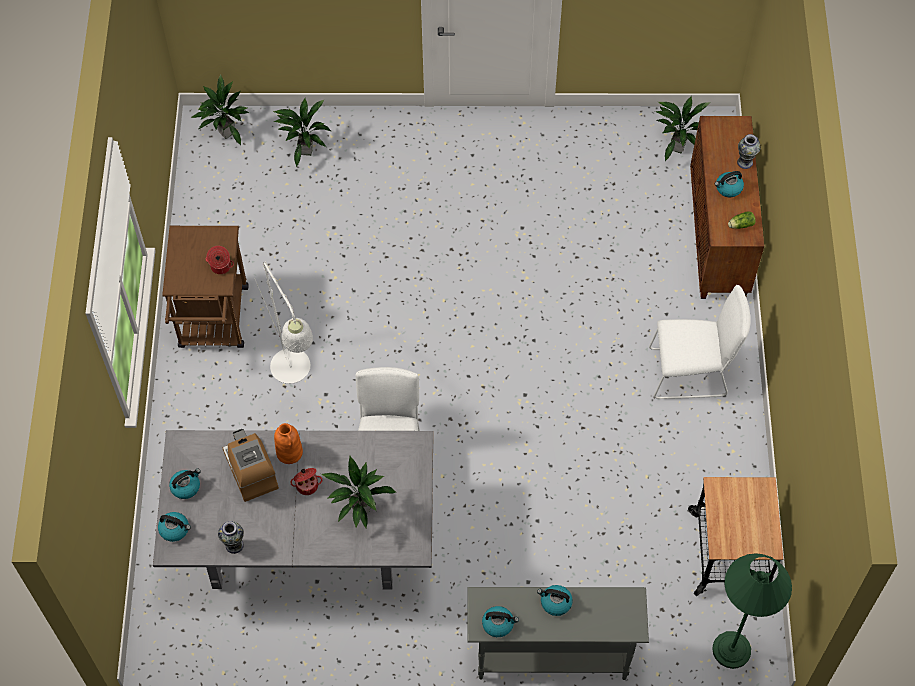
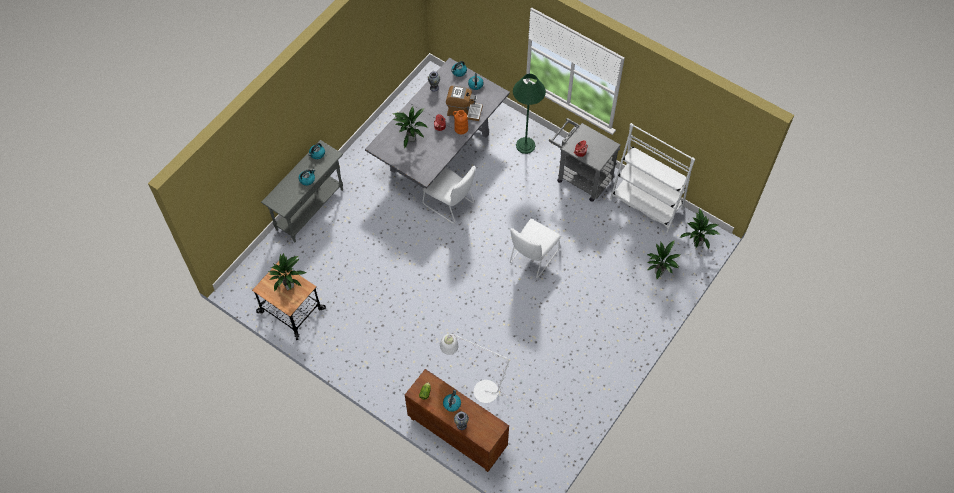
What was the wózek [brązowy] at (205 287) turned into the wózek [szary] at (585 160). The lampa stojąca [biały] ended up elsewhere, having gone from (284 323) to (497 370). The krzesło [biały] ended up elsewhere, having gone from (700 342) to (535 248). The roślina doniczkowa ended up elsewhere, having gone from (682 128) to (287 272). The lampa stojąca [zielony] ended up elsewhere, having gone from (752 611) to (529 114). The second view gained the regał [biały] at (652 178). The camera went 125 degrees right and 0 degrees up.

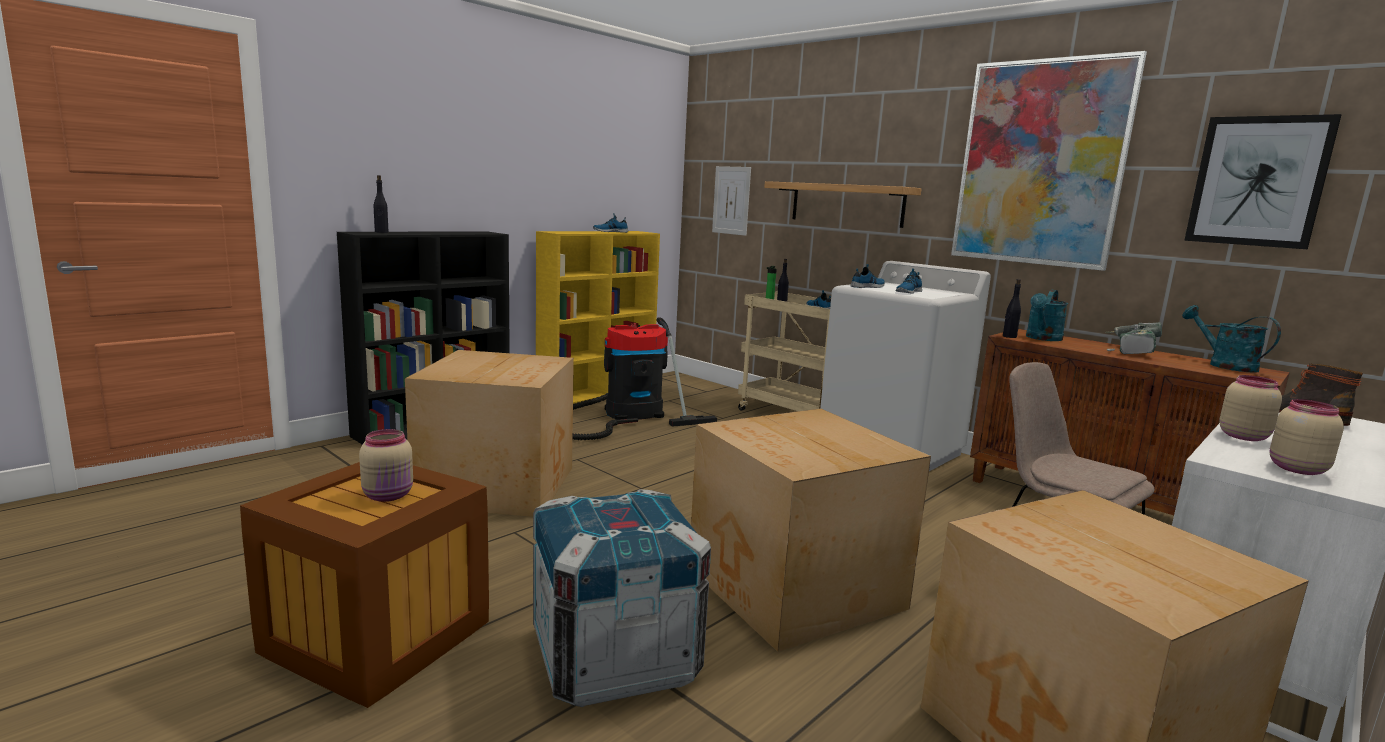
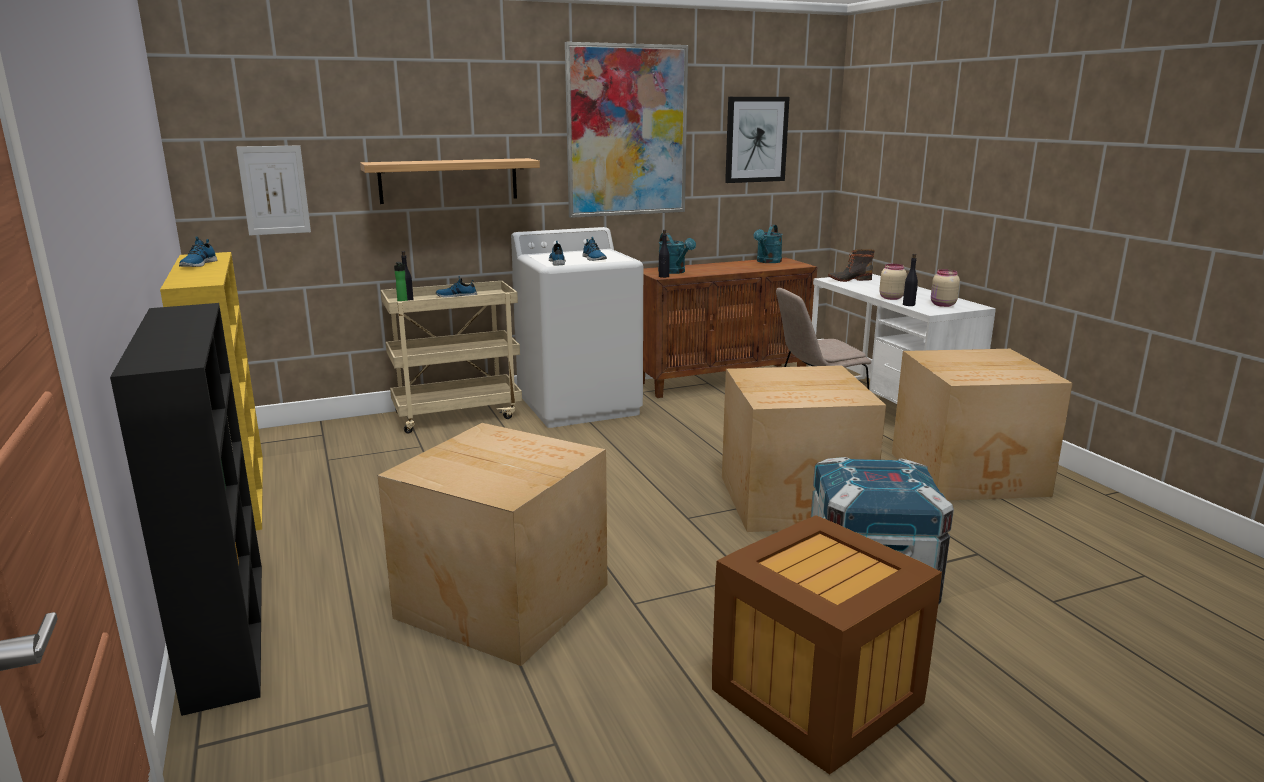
The second view lost the słoik [beżowy] at (386 465). The butelka [czarny] ended up elsewhere, having gone from (381 204) to (910 279). The second view lost the odkurzacz at (645 378). The second view lost the wiertarka at (1133 338). The konewka [turkusowy] at (1231 339) ended up facing another way, 60 degrees counterclockwise from before. The camera went 65 degrees left and 5 degrees up.

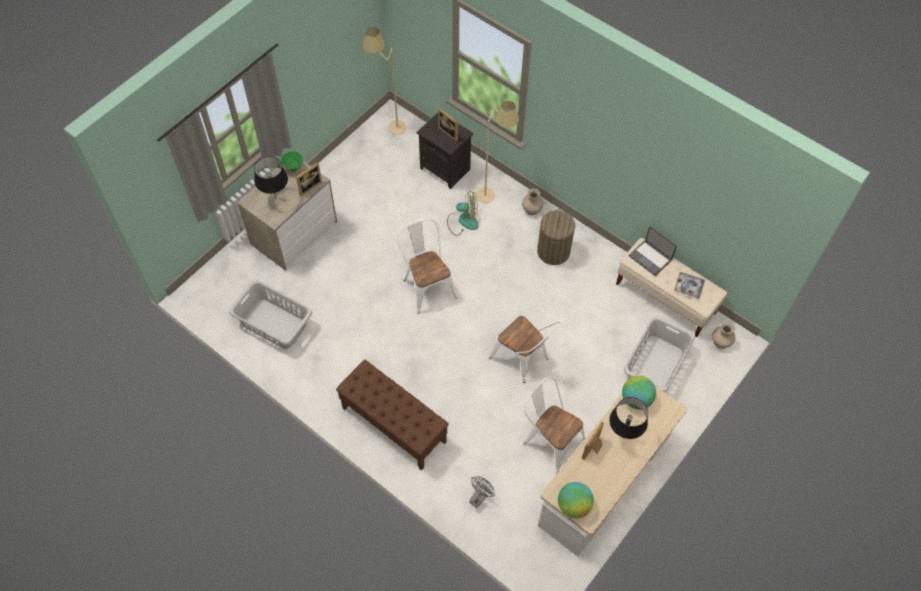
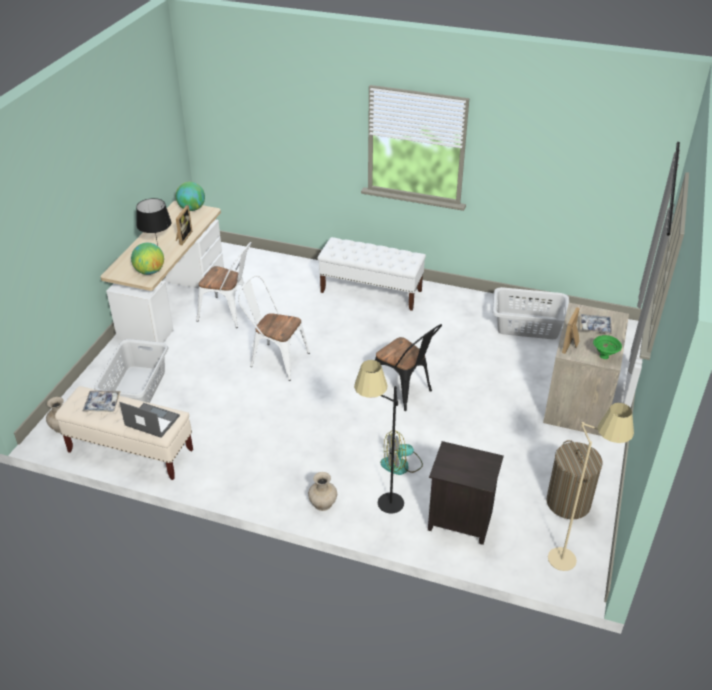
Where the lampa stołowa [czarny] stood at (271 177), the taca came to stand at (596 324). What was the ławka [brązowy] at (392 415) turned into the ławka [biały] at (371 274). What was the krzesło [biały] at (427 266) turned into the krzesło [czarny] at (408 367). The second view lost the ramka na zdjęcie at (448 124). The second view lost the wentylator [szary] at (482 492). What was the lampa stojąca [beżowy] at (497 152) turned into the lampa stojąca [czarny] at (379 436). The kosz na pranie ended up elsewhere, having gone from (556 236) to (574 479). The camera went 160 degrees right and 20 degrees down.

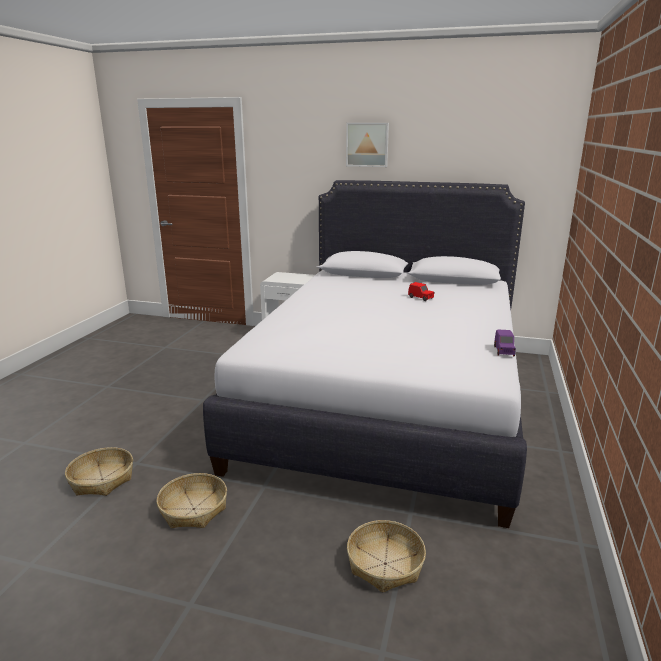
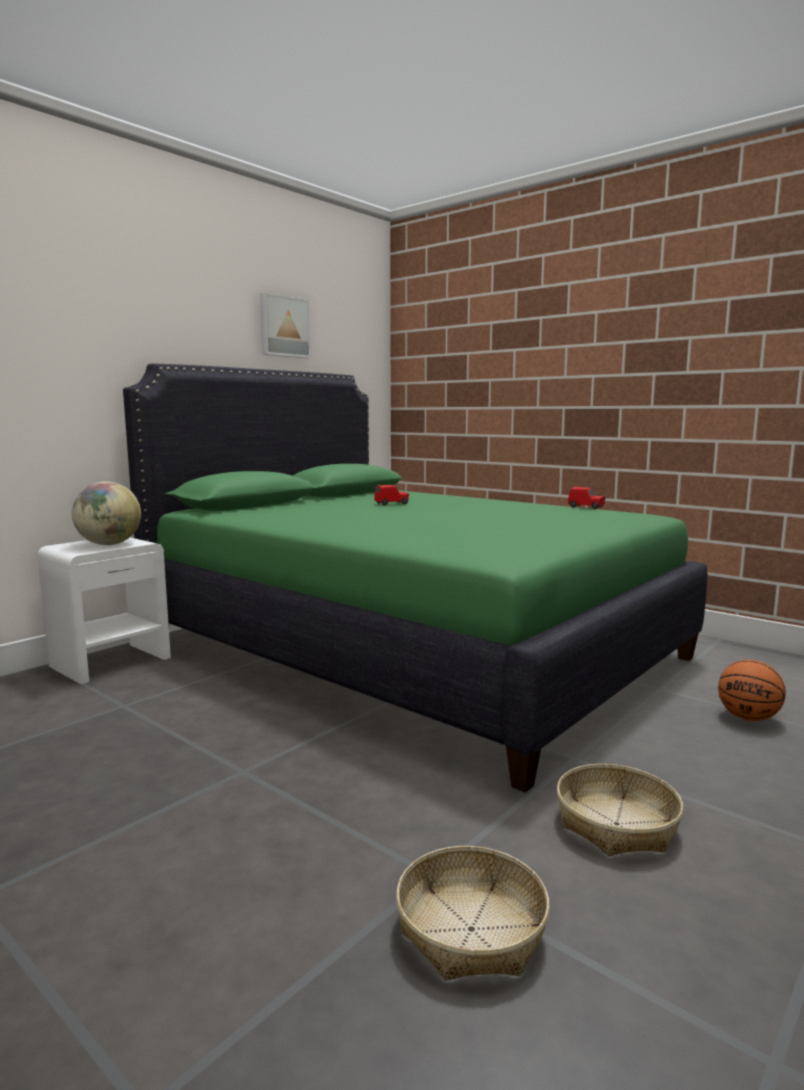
What was the łóżko [biały] at (365 354) turned into the łóżko [zielony] at (415 578). The obraz ended up elsewhere, having gone from (367 145) to (285 325). Where the koszyk stood at (386 556), the piłka do koszykówki came to stand at (752 690). What was the samochodzik [fioletowy] at (505 343) turned into the samochodzik [czerwony] at (587 498). The second view gained the globus at (106 513). The camera went 65 degrees left and 10 degrees down.

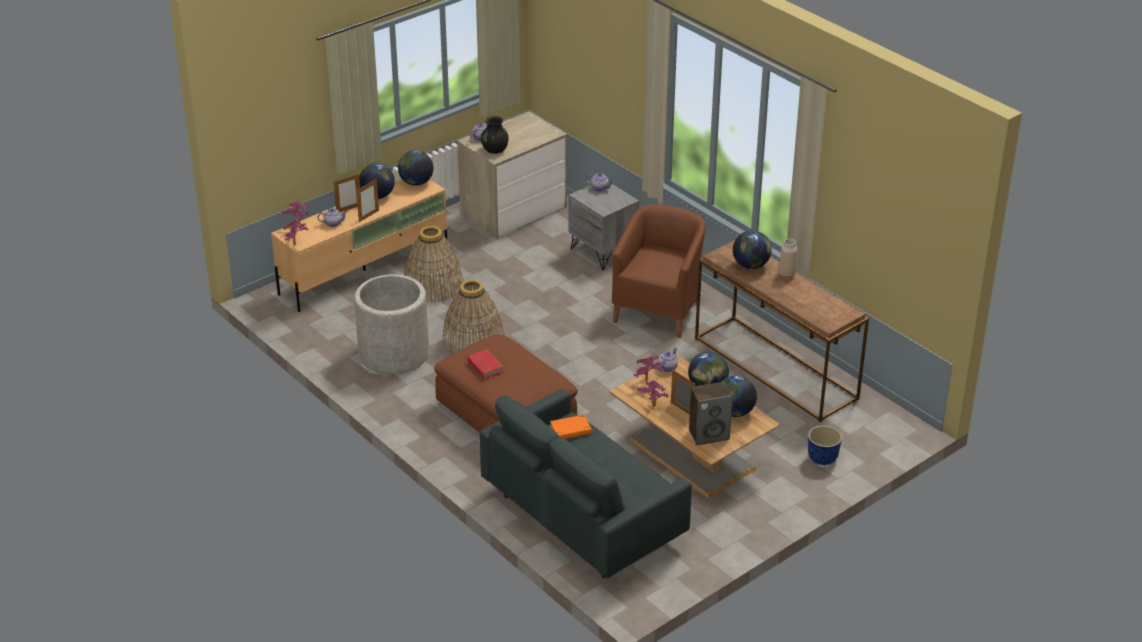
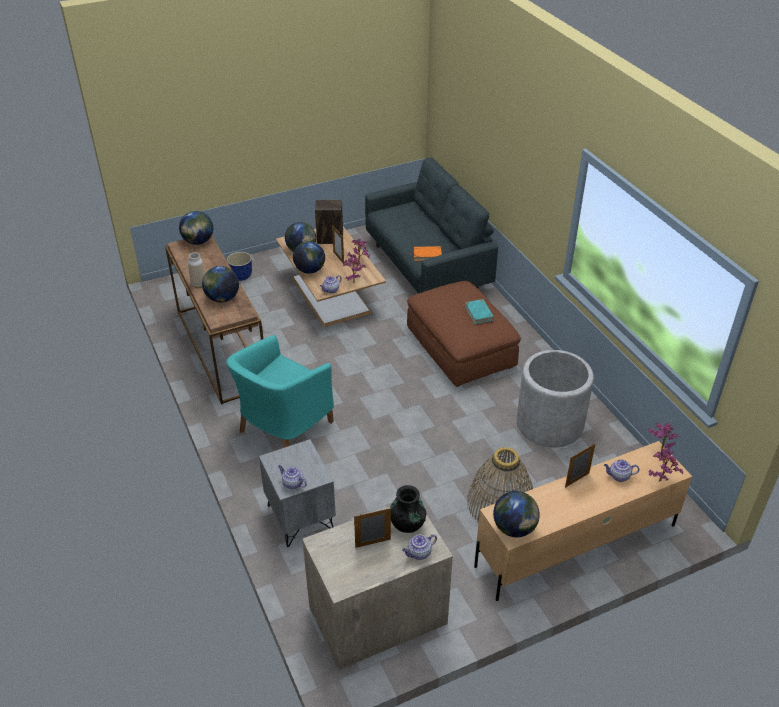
The ramka na zdjęcie ended up elsewhere, having gone from (346 193) to (372 528). The globus ended up elsewhere, having gone from (377 181) to (196 228). The second view lost the koszyk at (473 317). What was the książka [czerwony] at (485 365) turned into the książka [turkusowy] at (479 311). What was the fotel [brązowy] at (659 271) turned into the fotel [turkusowy] at (280 391). The camera went 165 degrees left and 5 degrees up.

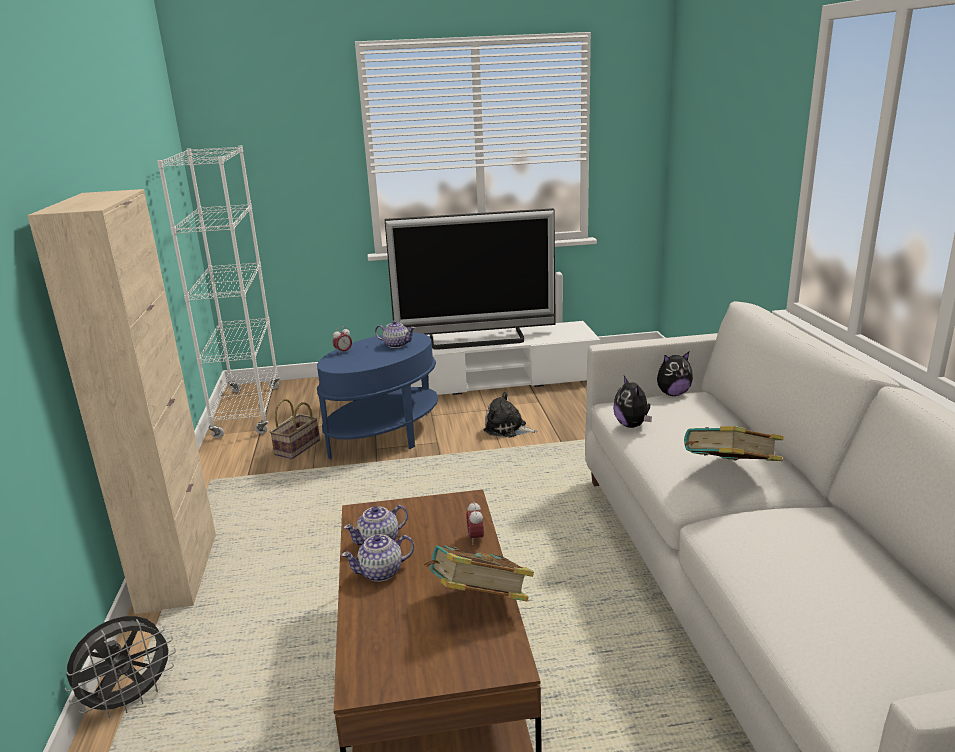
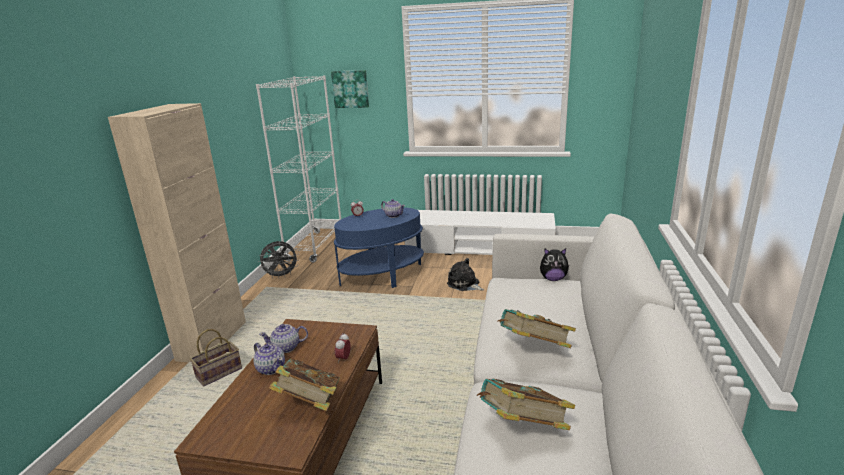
The wentylator [szary] ended up elsewhere, having gone from (120 667) to (278 259). The koszyk ended up elsewhere, having gone from (295 429) to (216 357). The imbryk at (377 558) ended up facing another way, 135 degrees counterclockwise from before. The second view lost the telewizor at (470 279). The second view lost the pluszak at (632 402). The second view gained the obraz at (350 89). The second view gained the książka at (526 404). The camera went 20 degrees right and 0 degrees up.

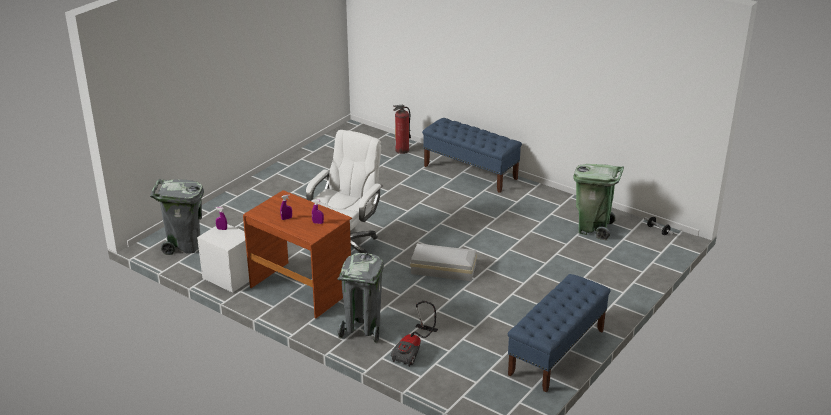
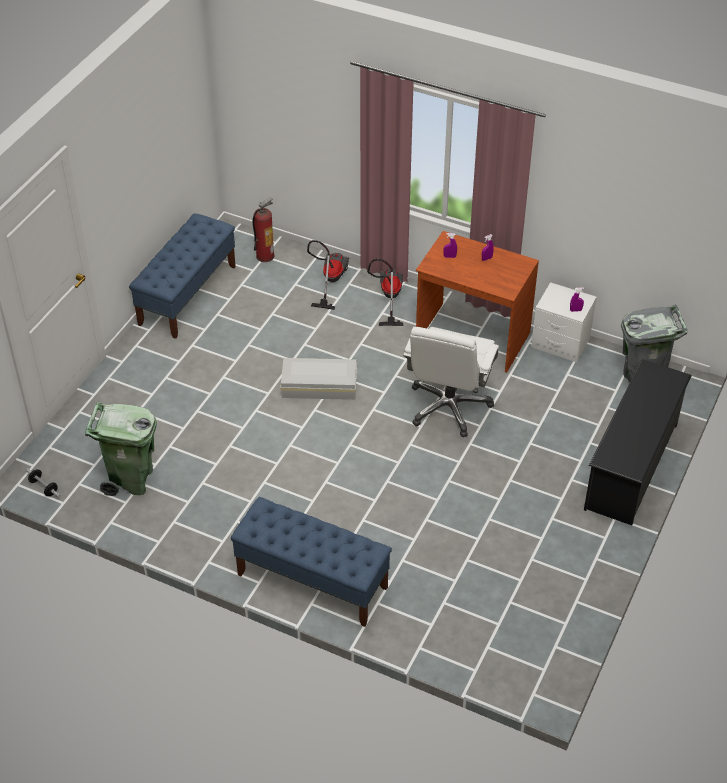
Where the kosz na śmieci [szary] stood at (360 298), the odkurzacz came to stand at (385 292). The gaśnica ended up elsewhere, having gone from (402 129) to (264 229). The second view gained the regał na buty [czarny] at (638 442). The camera went 170 degrees right and 15 degrees up.

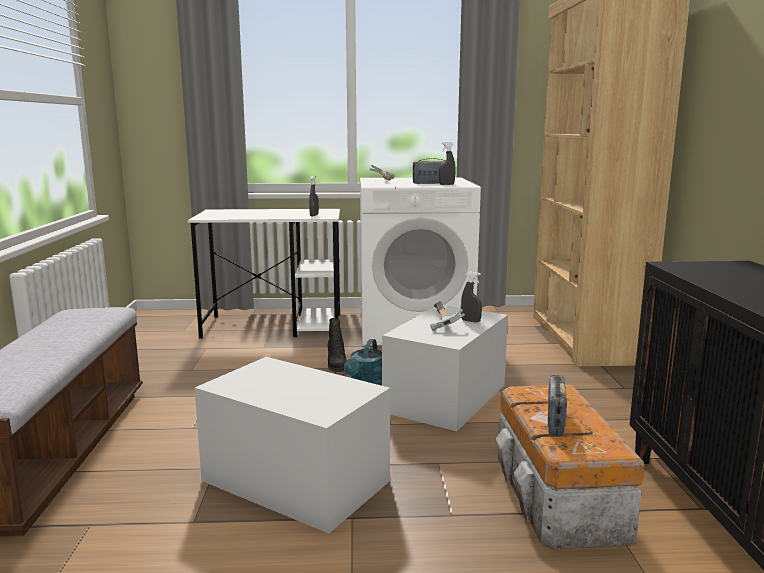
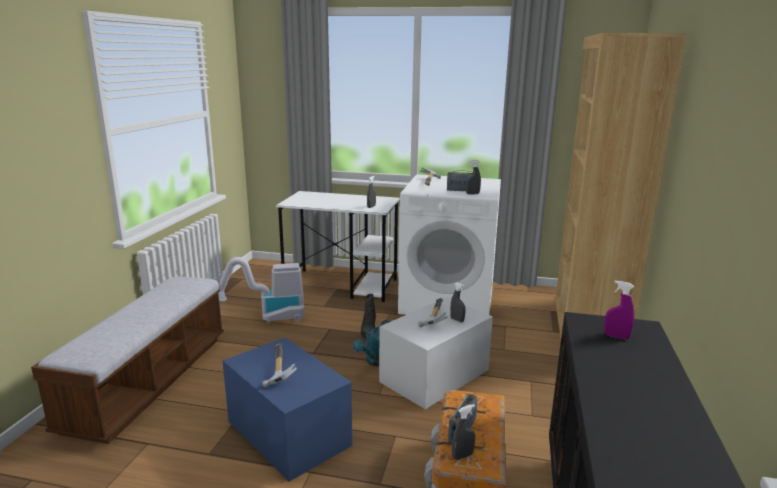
What was the pojemnik do przechowywania [biały] at (292 445) turned into the pojemnik do przechowywania [niebieski] at (287 409). The second view gained the odkurzacz at (261 290). The second view gained the młotek at (279 365). The second view gained the spryskiwacz [szary] at (463 432). The second view gained the spryskiwacz [fioletowy] at (619 310). The camera went 15 degrees right and 5 degrees up.

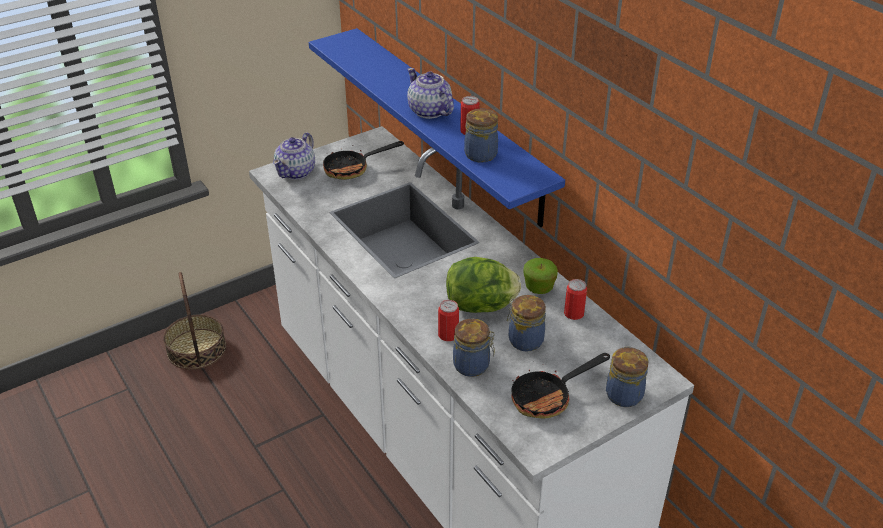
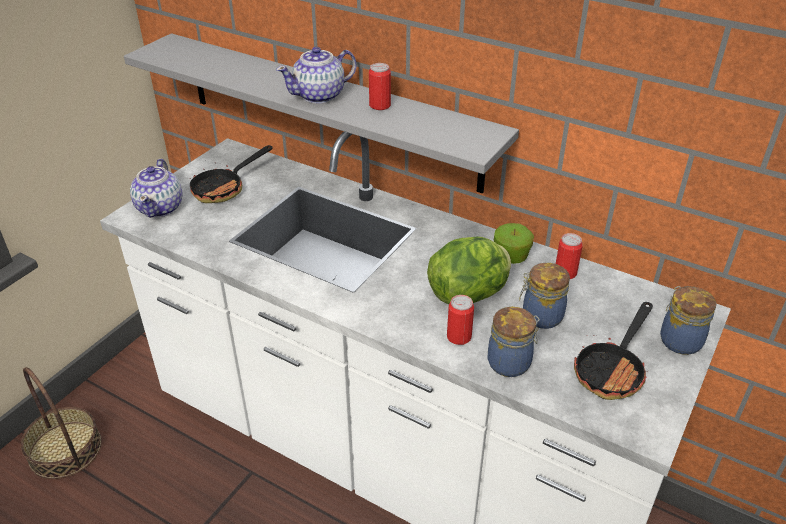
What was the półka [niebieski] at (437 127) turned into the półka [szary] at (321 113). The imbryk at (430 93) ended up facing another way, 60 degrees counterclockwise from before. The second view lost the słoik at (481 135). The camera went 25 degrees left and 0 degrees up.

